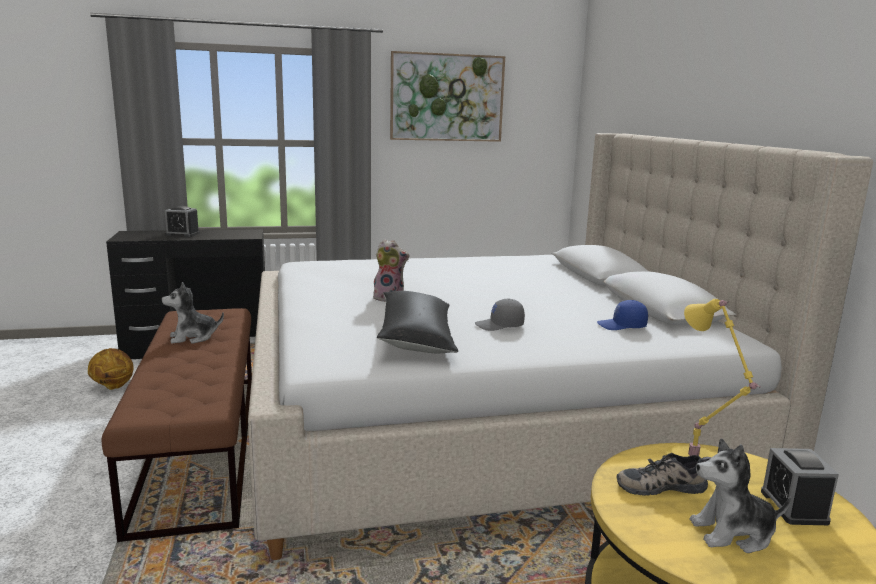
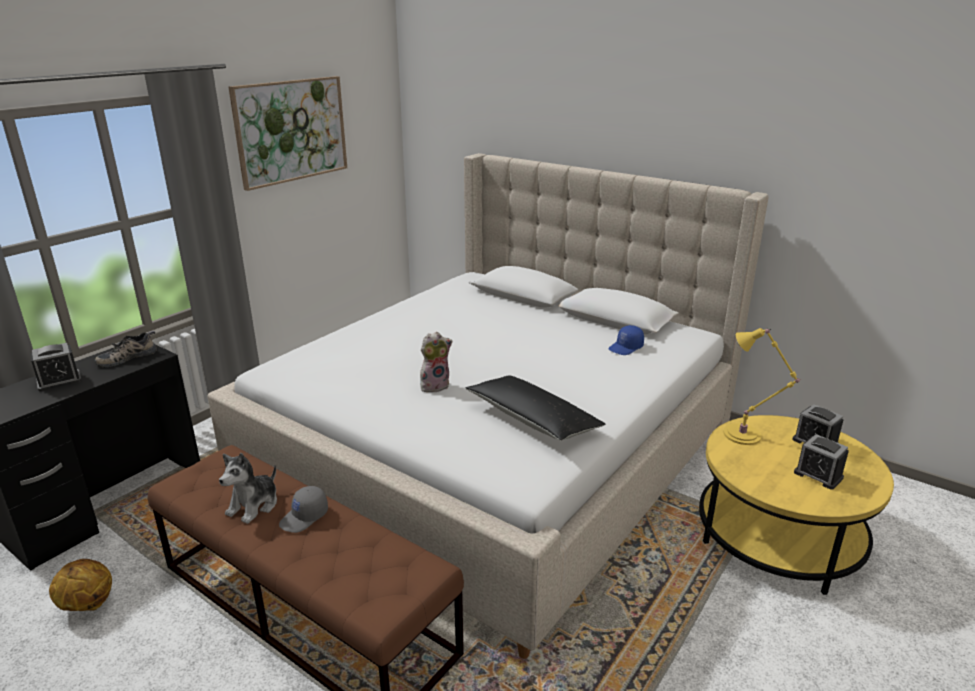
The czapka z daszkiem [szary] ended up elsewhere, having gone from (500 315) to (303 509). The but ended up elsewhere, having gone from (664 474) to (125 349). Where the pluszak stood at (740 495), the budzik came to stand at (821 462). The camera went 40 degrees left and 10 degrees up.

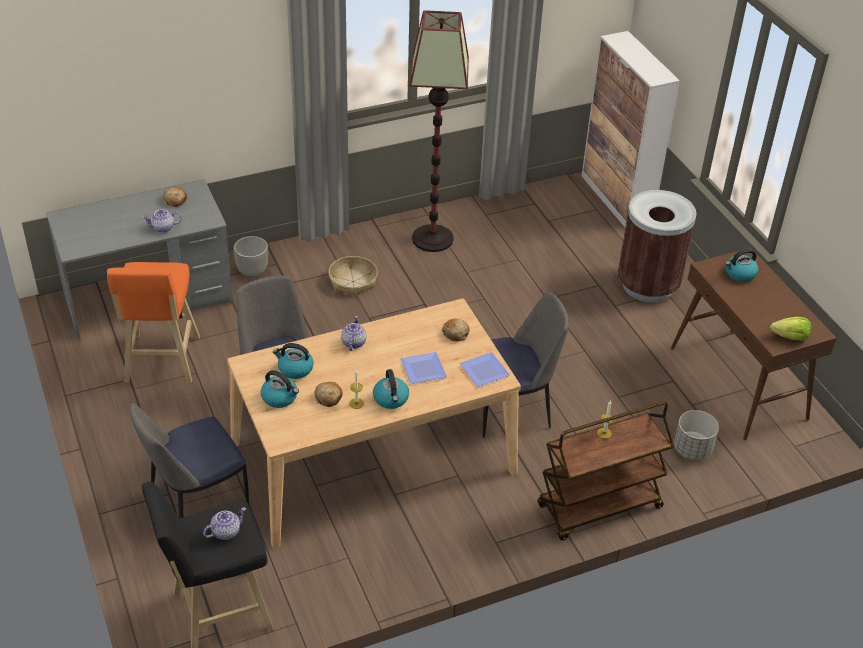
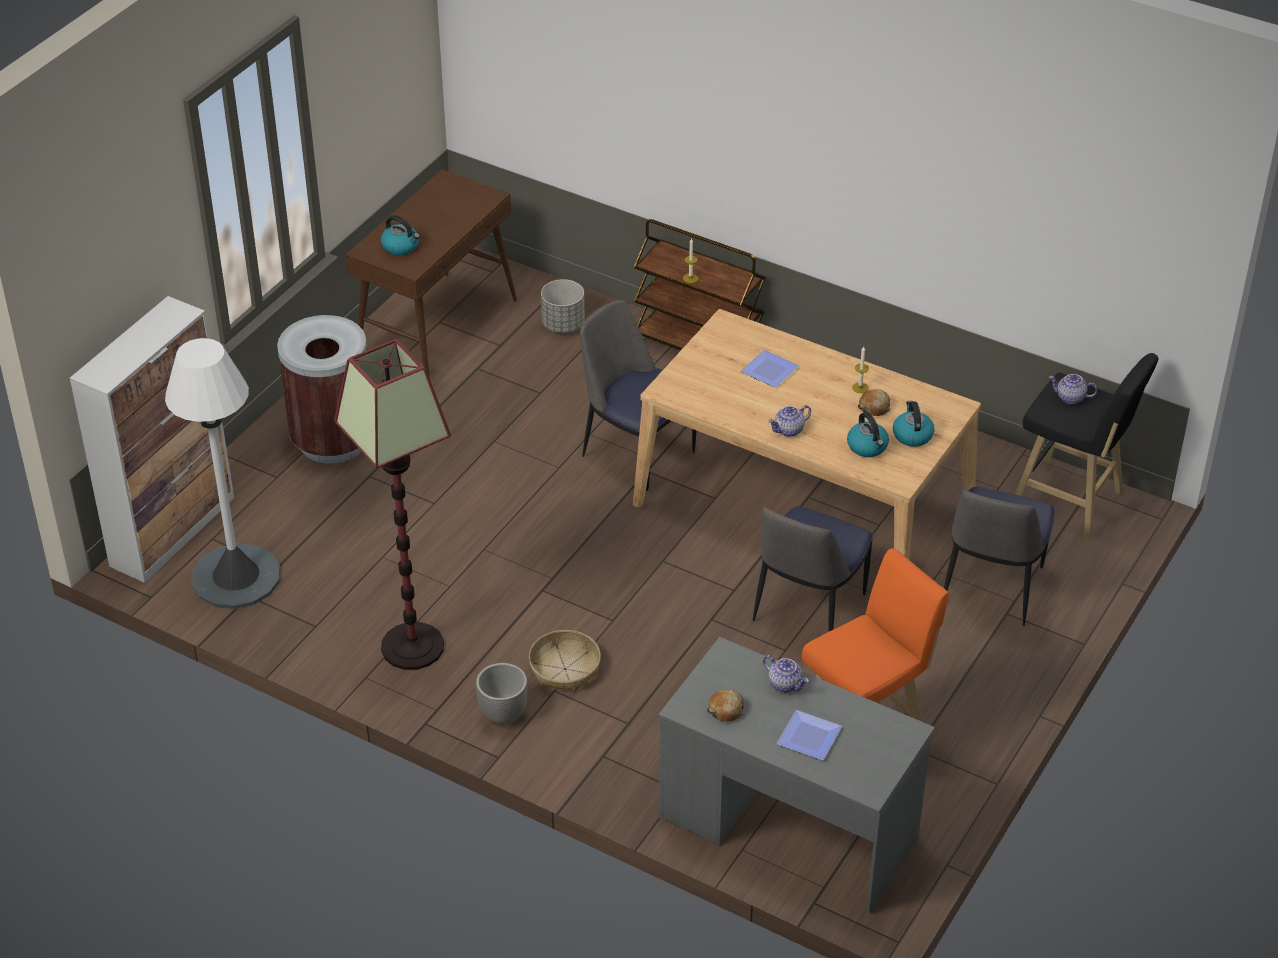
The krzesło at (189 461) ended up facing another way, 90 degrees clockwise from before. The donica ended up elsewhere, having gone from (250 257) to (502 694). The second view lost the czajnik at (391 389). The second view lost the chleb at (456 330). The talerz ended up elsewhere, having gone from (484 369) to (809 735). The second view lost the sałata at (790 329). The second view gained the lampa stojąca [biały] at (222 473). The camera went 125 degrees left and 0 degrees up.

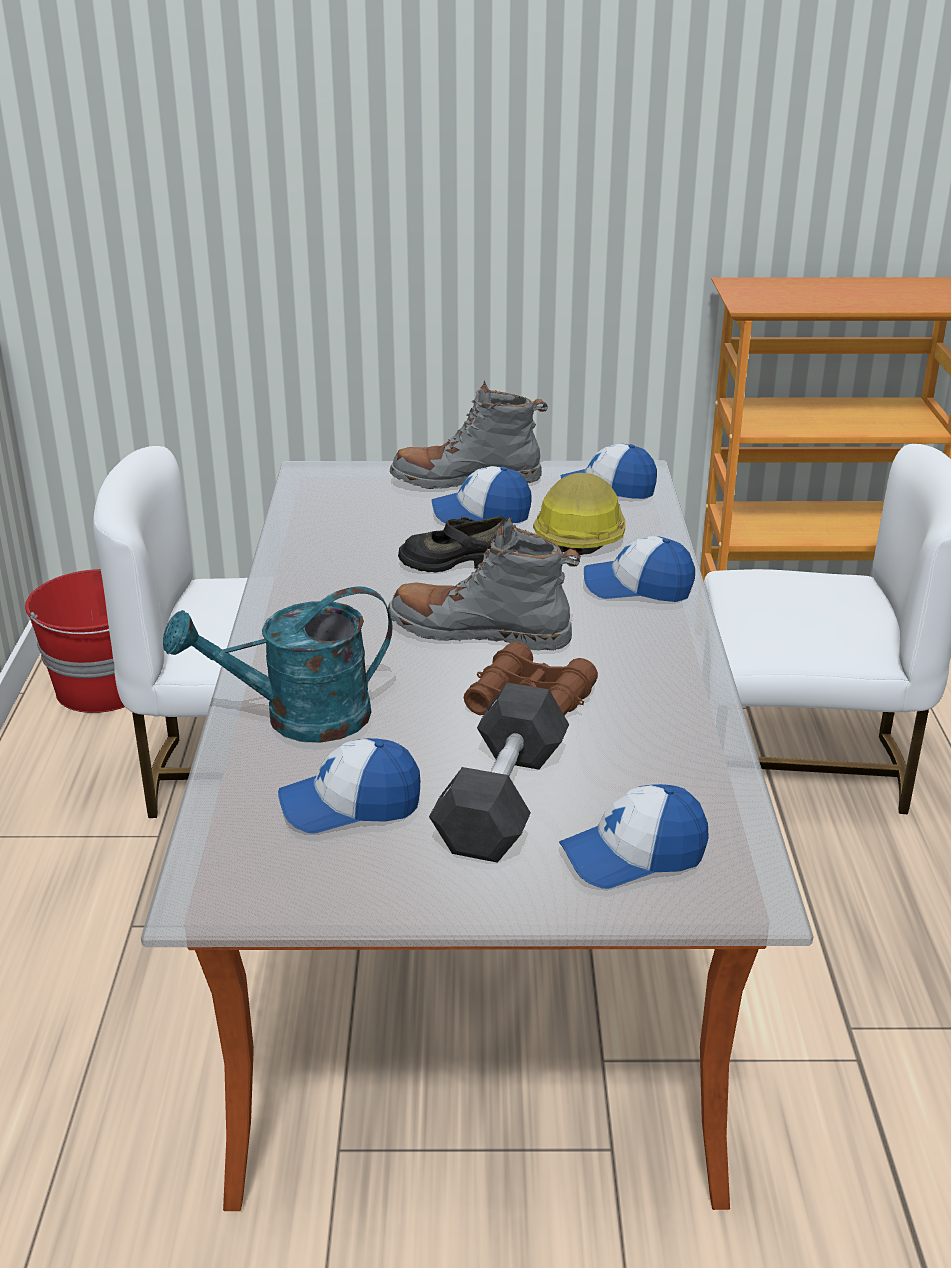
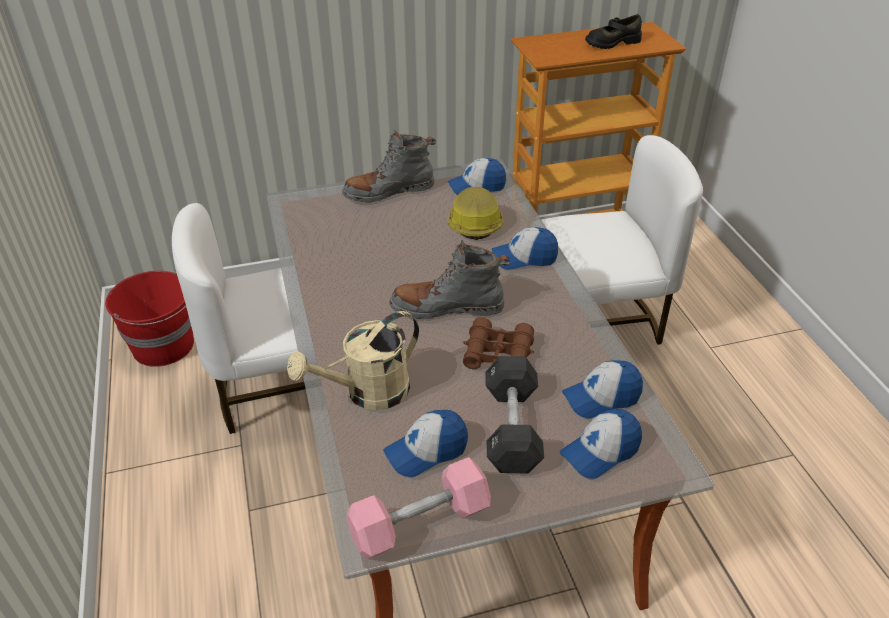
What was the konewka [turkusowy] at (278 664) turned into the konewka [beżowy] at (353 360). The but [czarny] ended up elsewhere, having gone from (451 544) to (613 31). The czapka z daszkiem ended up elsewhere, having gone from (482 495) to (602 389). The second view gained the hantel [różowy] at (418 508). The camera went 15 degrees left and 10 degrees up.

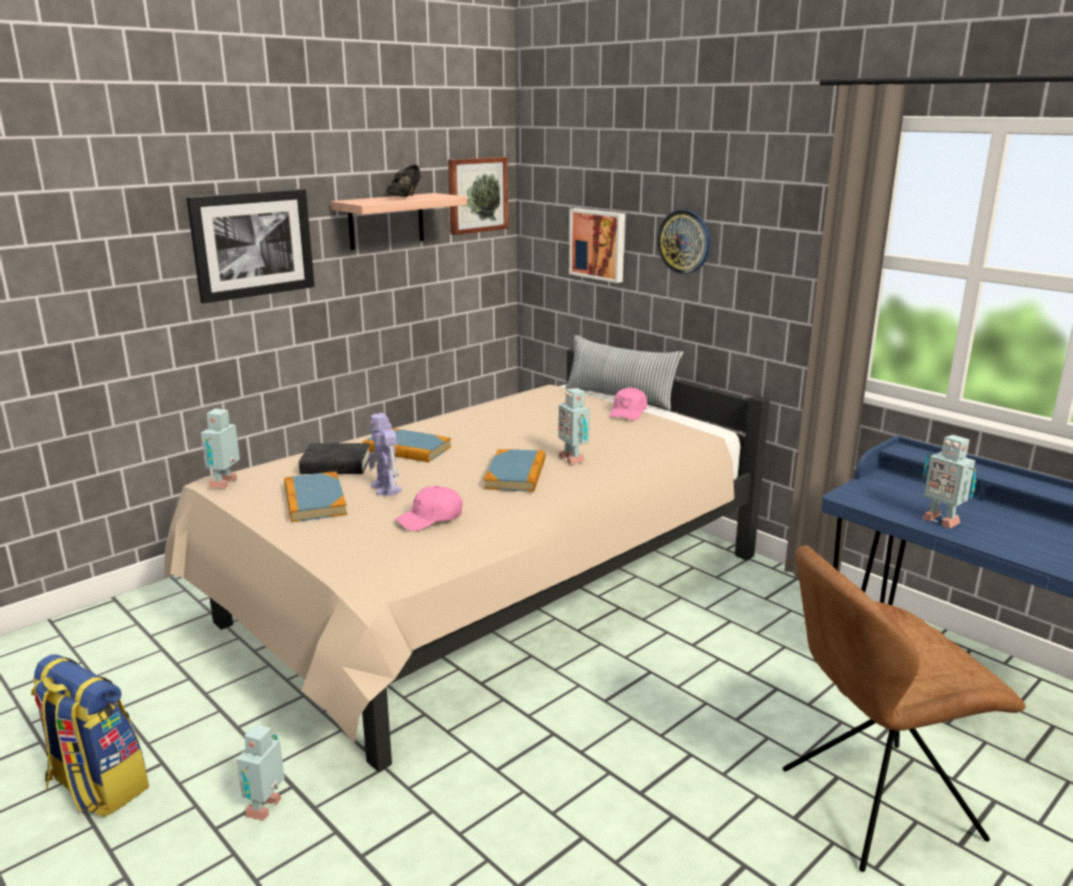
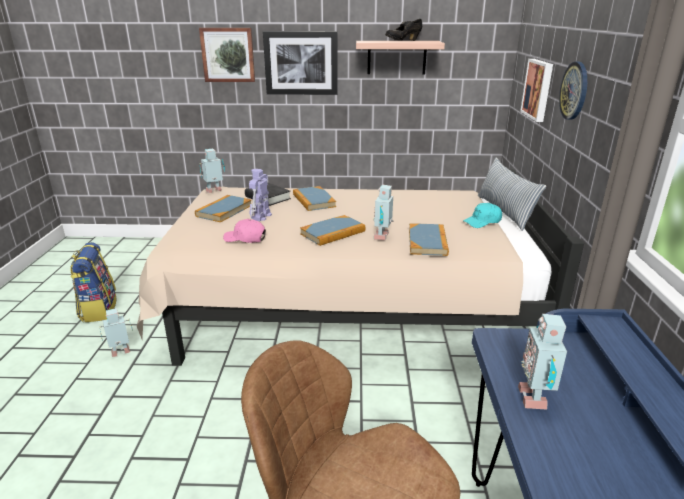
The obraz ended up elsewhere, having gone from (478 196) to (227 55). What was the czapka z daszkiem [różowy] at (628 403) turned into the czapka z daszkiem [turkusowy] at (482 215). The second view gained the książka at (429 240). The camera went 45 degrees right and 5 degrees up.

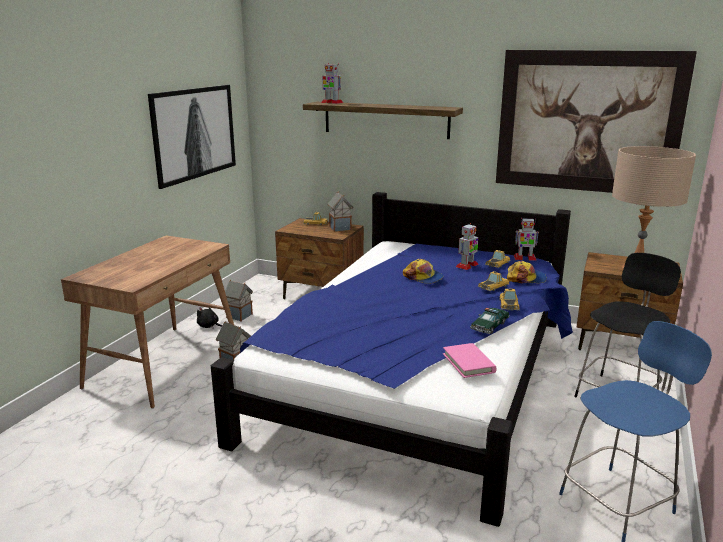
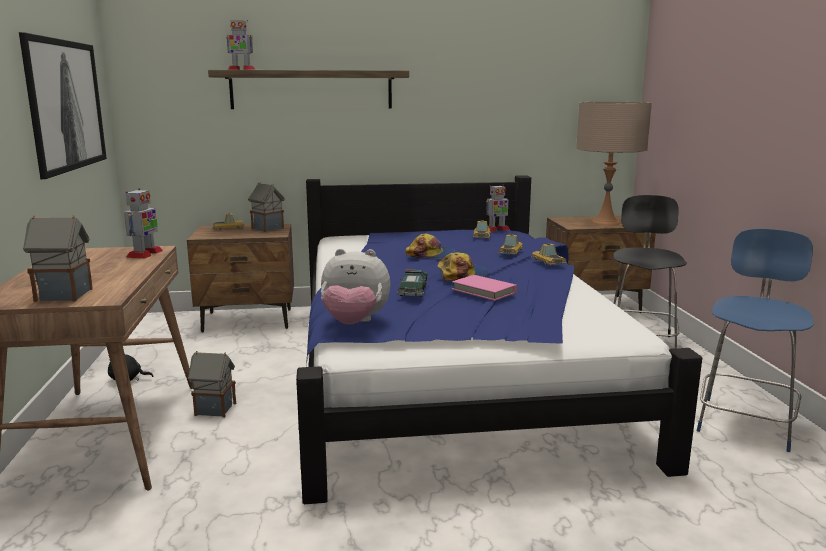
The domek ended up elsewhere, having gone from (239 301) to (58 258). The książka [różowy] ended up elsewhere, having gone from (470 360) to (484 288). The robot zabawkowy ended up elsewhere, having gone from (467 246) to (143 223). The samochodzik ended up elsewhere, having gone from (490 321) to (413 283). The second view lost the obraz at (596 121). The czapka z daszkiem ended up elsewhere, having gone from (527 272) to (462 266). The second view gained the pluszak at (355 287). The camera went 30 degrees left and 5 degrees down.

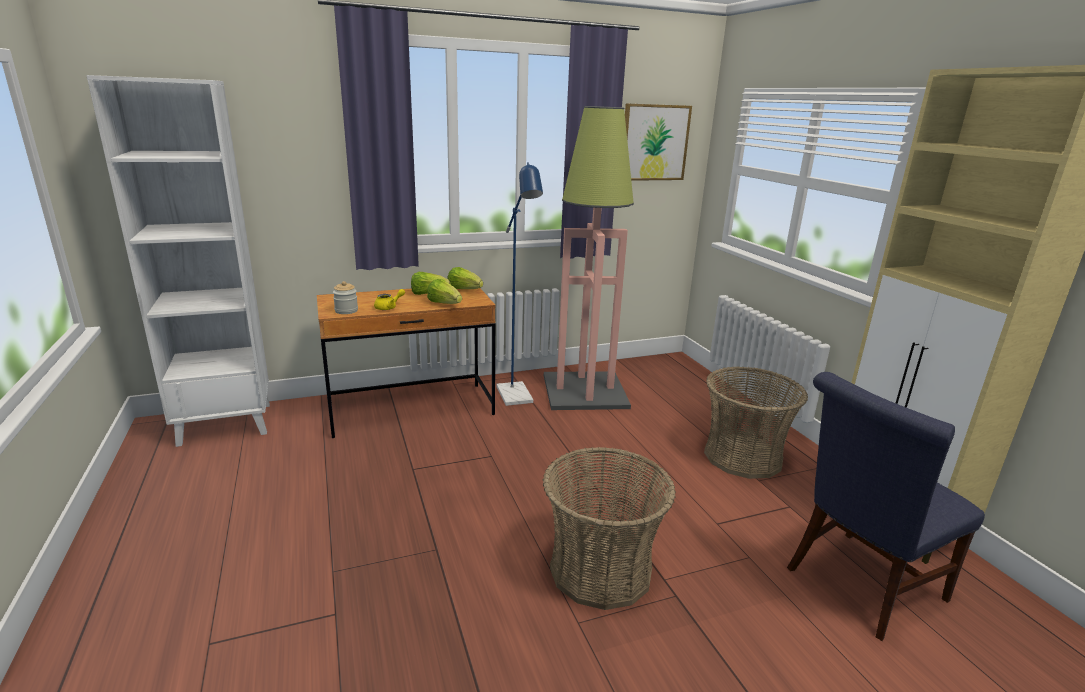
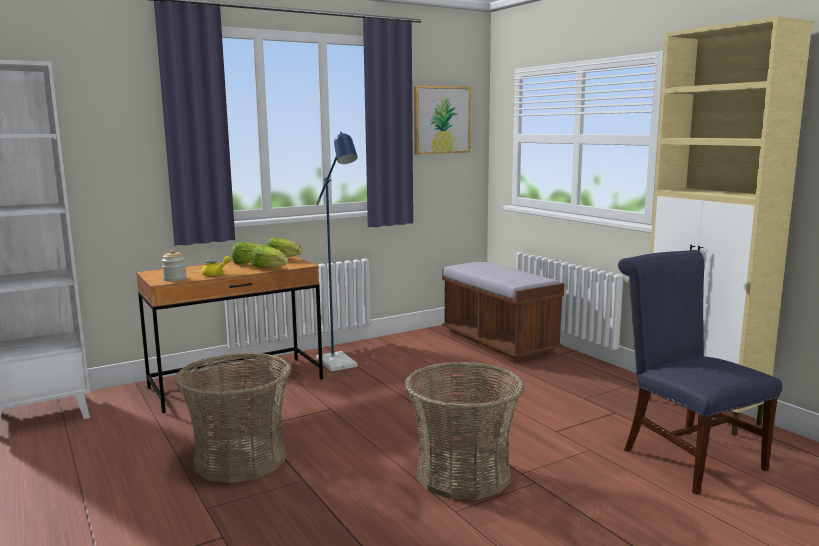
The second view lost the lampa stojąca at (589 258). The koszyk ended up elsewhere, having gone from (756 422) to (233 417). The krzesło [niebieski] at (886 506) ended up facing another way, 105 degrees clockwise from before. The second view gained the ławka [brązowy] at (503 312). The camera went 10 degrees left and 10 degrees down.

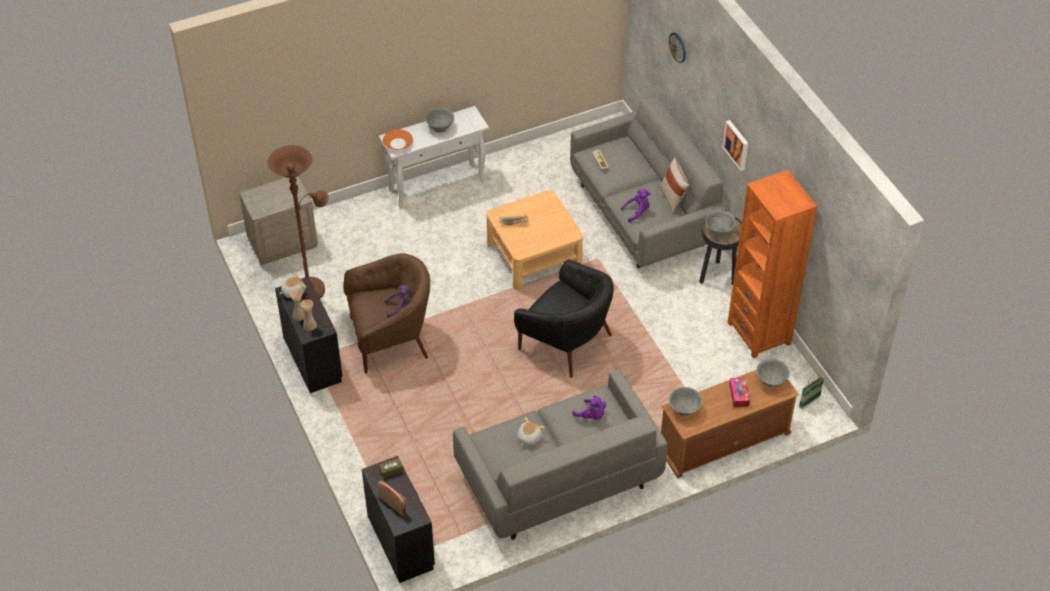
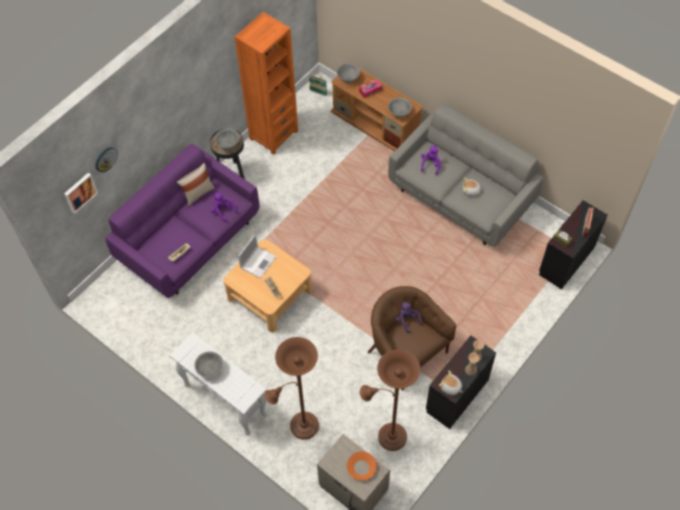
The miska [pomarańczowy] ended up elsewhere, having gone from (398 139) to (362 466). The second view lost the fotel [czarny] at (564 318). What was the kanapa [szary] at (648 182) turned into the kanapa [fioletowy] at (182 221). The obraz ended up elsewhere, having gone from (735 145) to (81 193). The second view gained the laptop at (257 256). The second view gained the lampa stojąca [brązowy] at (291 388). The camera went 115 degrees left and 10 degrees up.

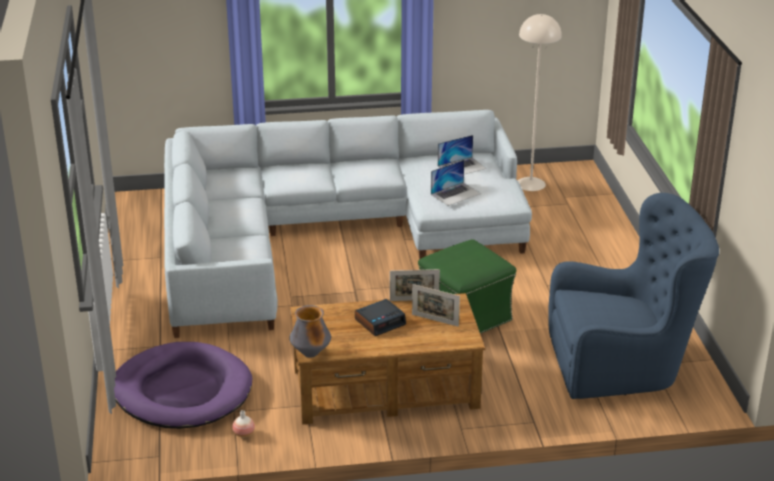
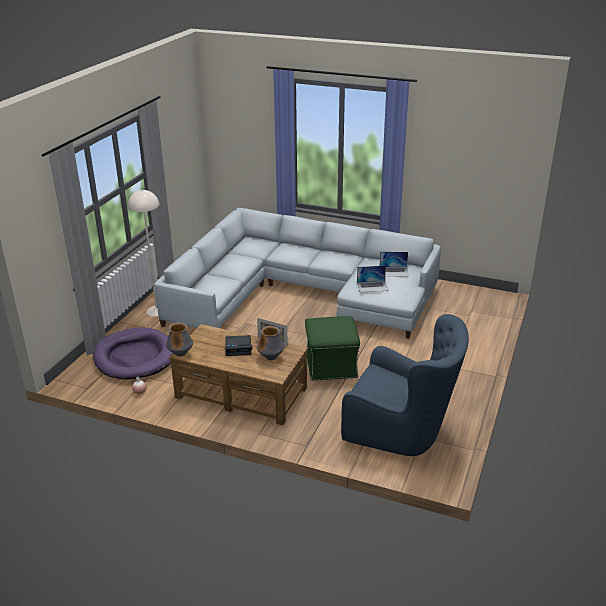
Where the ramka na zdjęcie stood at (436 305), the wazon came to stand at (270 343). The lampa stojąca [beżowy] ended up elsewhere, having gone from (540 102) to (143 253). The camera went 30 degrees right and 0 degrees up.

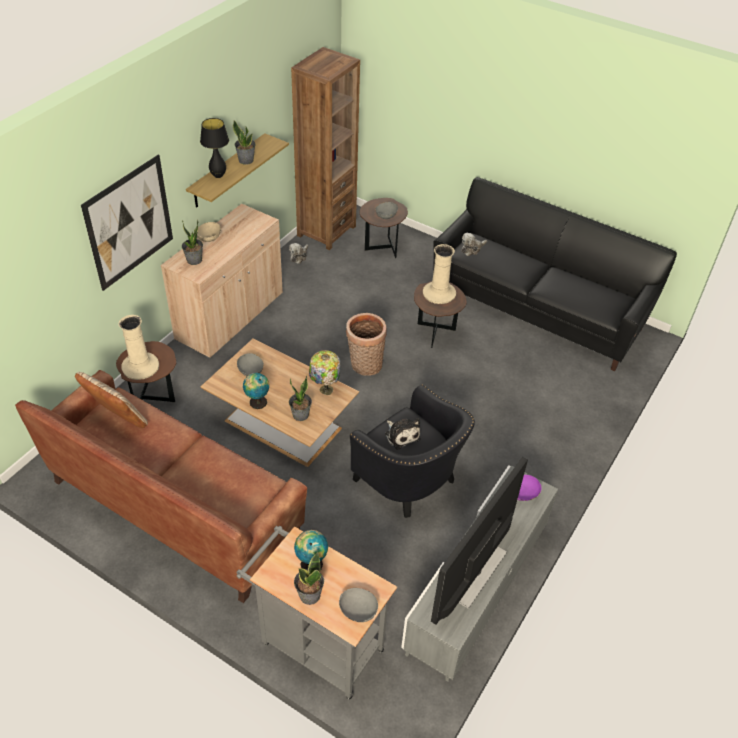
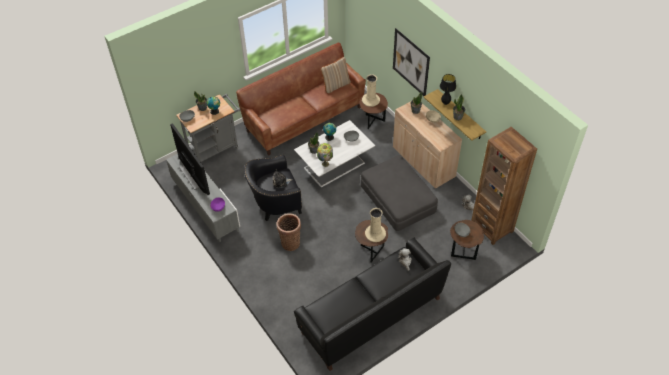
What was the ława [brązowy] at (280 402) turned into the ława [biały] at (335 153). The koszyk ended up elsewhere, having gone from (366 344) to (289 232). The second view gained the pufa [szary] at (399 193). The camera went 115 degrees right and 5 degrees up.

